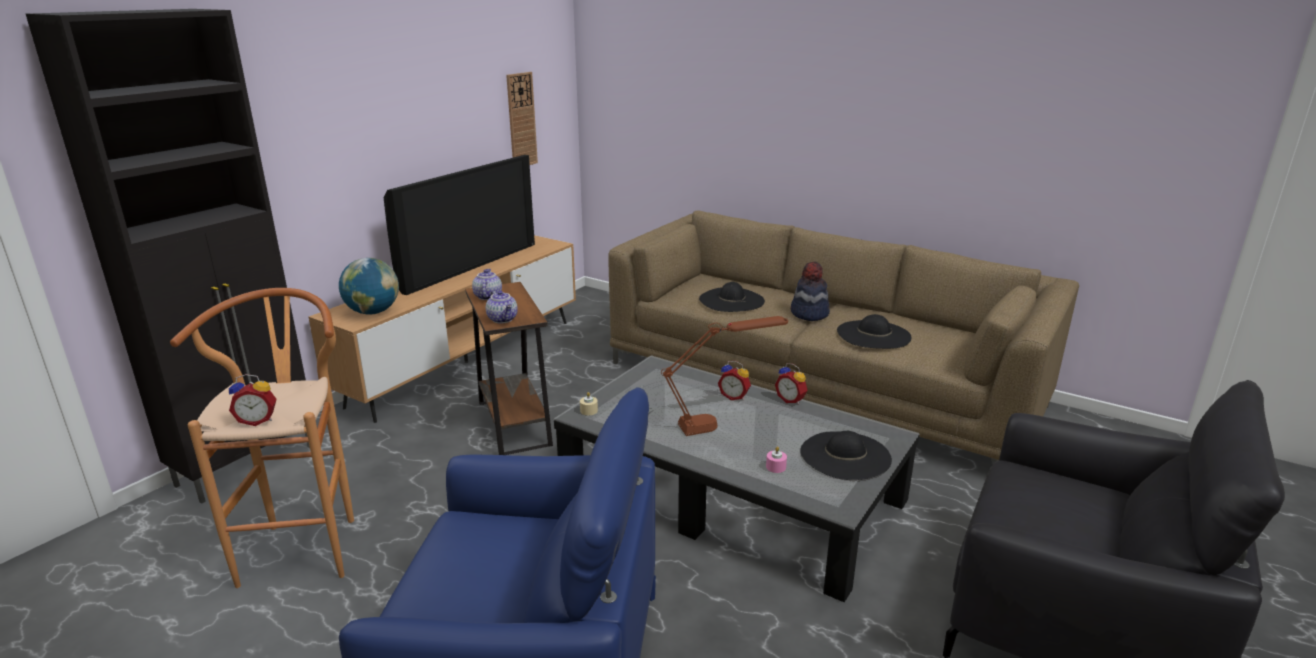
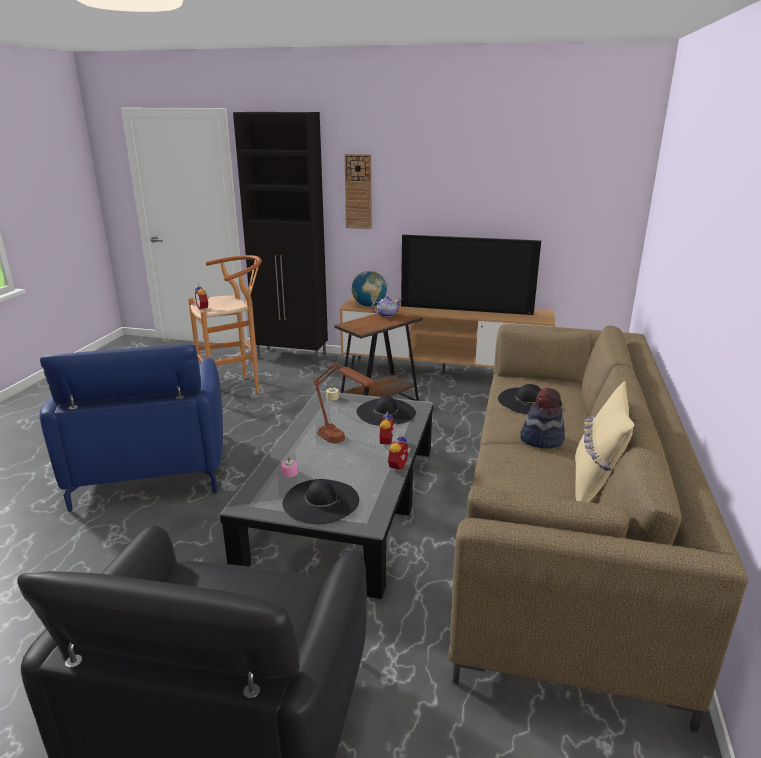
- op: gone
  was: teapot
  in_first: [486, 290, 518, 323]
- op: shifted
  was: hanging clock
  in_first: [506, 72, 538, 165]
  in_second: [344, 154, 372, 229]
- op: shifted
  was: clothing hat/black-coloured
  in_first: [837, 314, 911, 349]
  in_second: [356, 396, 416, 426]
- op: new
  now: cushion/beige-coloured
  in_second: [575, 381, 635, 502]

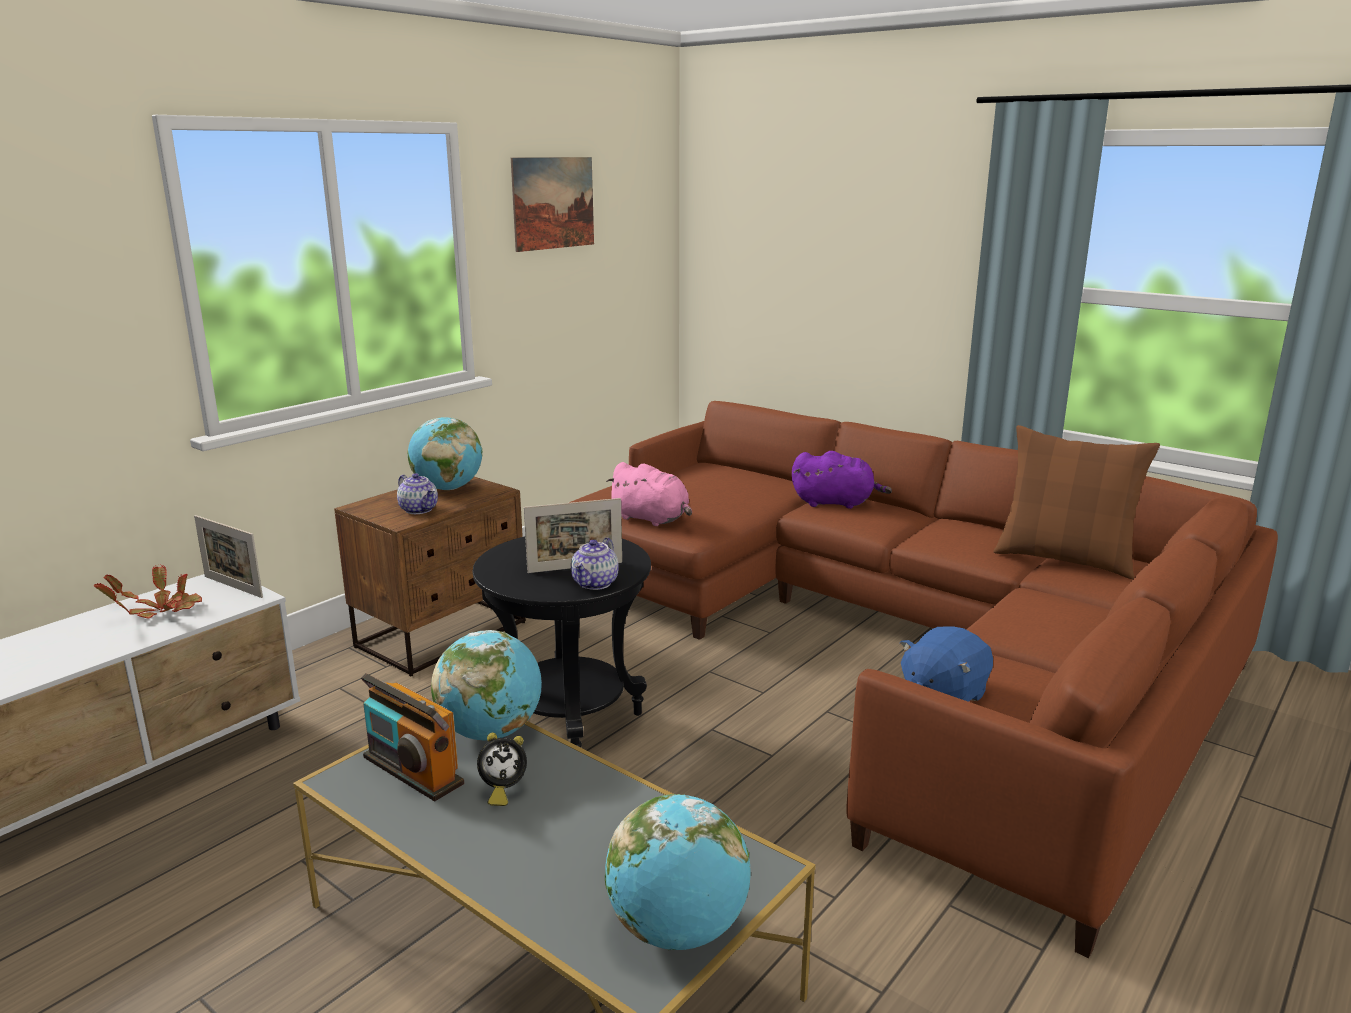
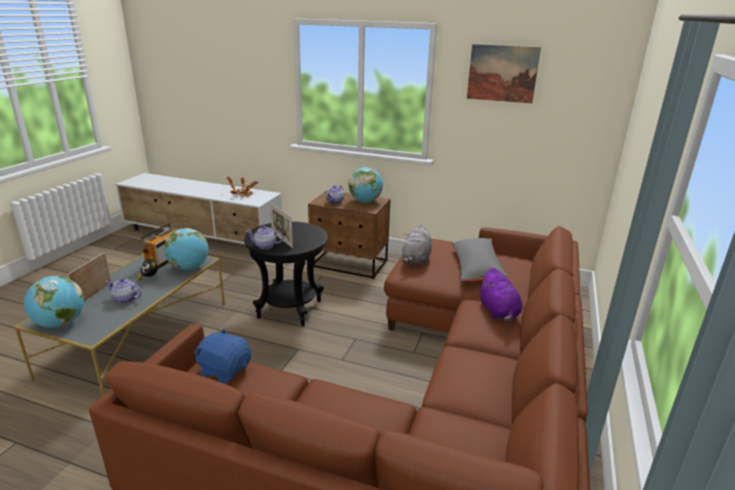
- op: shifted
  was: photo frame
  in_first: [194, 515, 263, 598]
  in_second: [68, 252, 111, 301]
- op: repainted
  was: soft toy/pink
  now: soft toy/greyish
  in_first: [606, 462, 692, 526]
  in_second: [401, 224, 432, 265]
- op: gone
  was: cushion/brown-coloured
  in_first: [993, 425, 1160, 579]
- op: new
  now: teapot
  in_second: [106, 278, 142, 304]
- op: new
  now: cushion/greyish
  in_second: [451, 238, 508, 281]

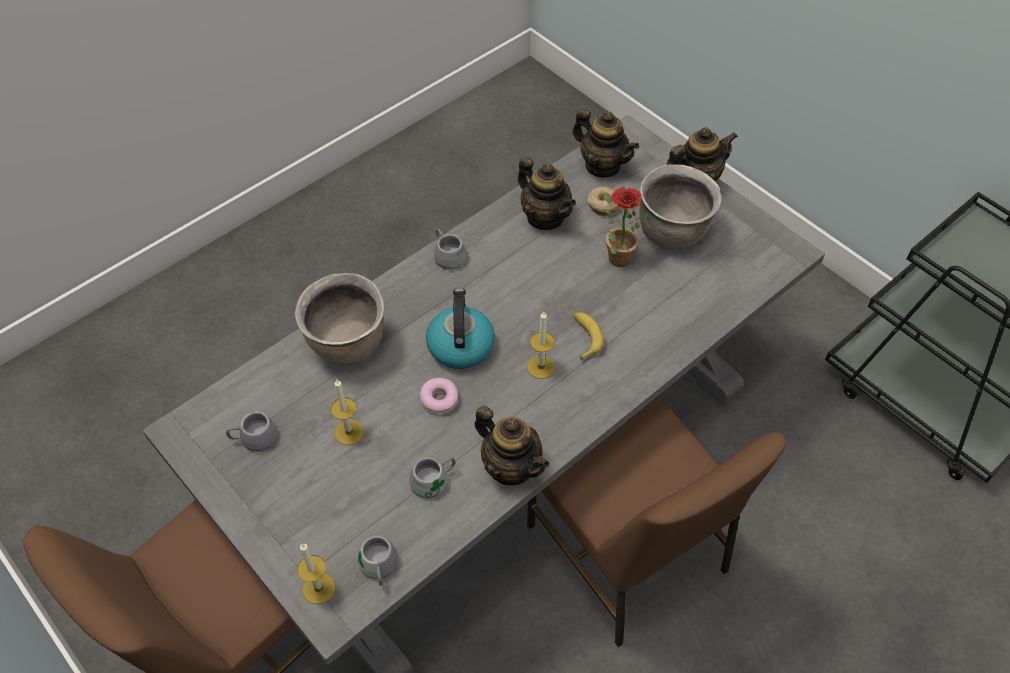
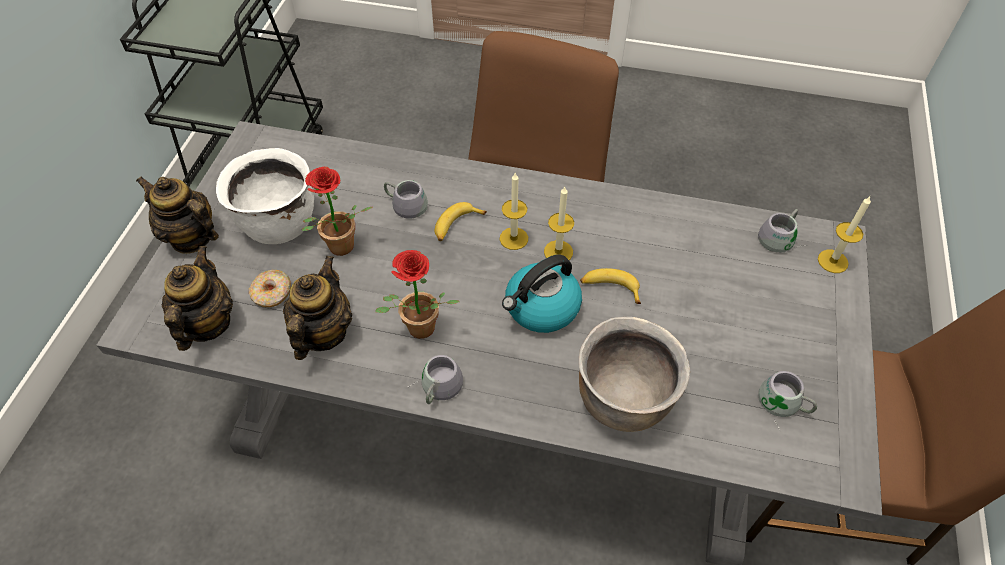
- op: shifted
  was: wax candle
  in_first: [331, 380, 364, 445]
  in_second: [544, 187, 574, 260]
- op: shifted
  was: mug/greyish
  in_first: [409, 457, 456, 499]
  in_second: [384, 180, 428, 219]
- op: swapped
  was: donut
  now: banana fruit
  in_first: [420, 378, 458, 414]
  in_second: [580, 268, 641, 304]
- op: gone
  was: teapot
  in_first: [474, 405, 549, 485]
- op: repainted
  was: stockpot/brown-coloured
  now: stockpot/white-coloured
  in_first: [639, 164, 722, 249]
  in_second: [216, 148, 314, 244]
- op: new
  now: potted plant
  in_second: [376, 250, 460, 339]

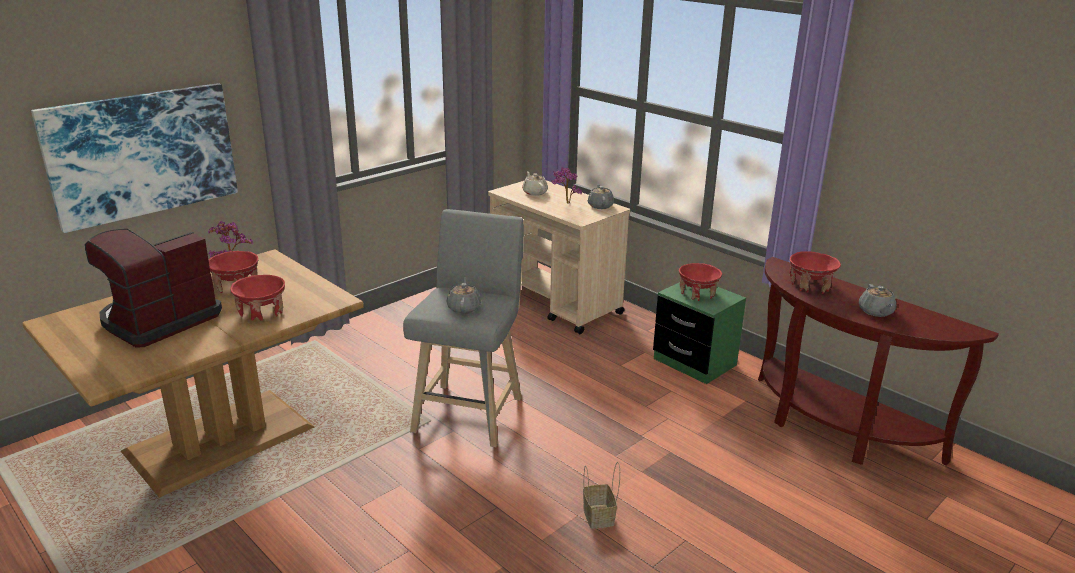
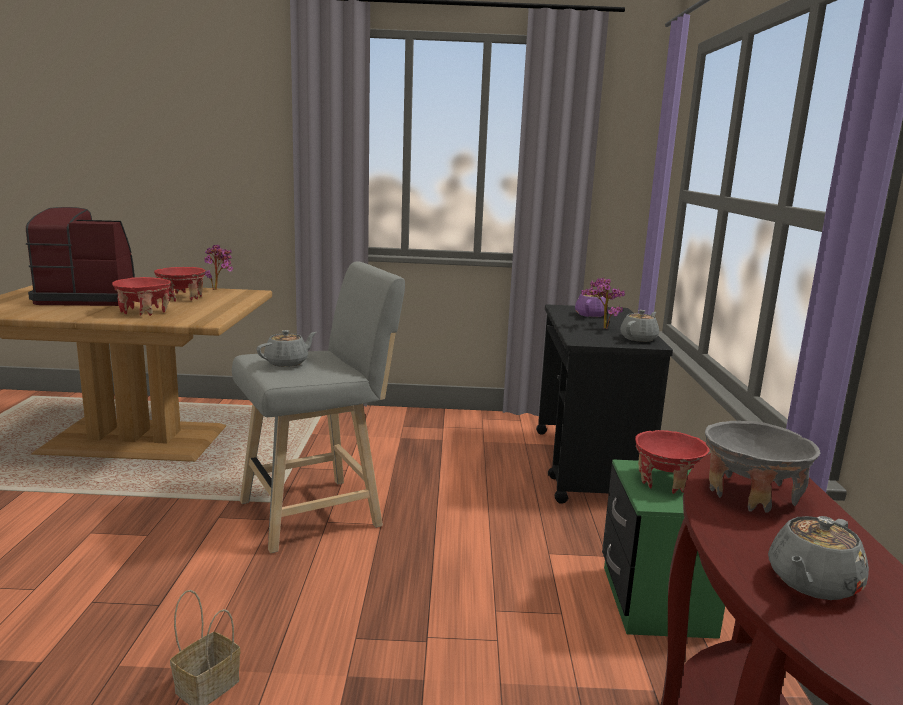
- op: gone
  was: wall art
  in_first: [31, 83, 238, 233]
- op: repainted
  was: trolley/beige-coloured
  now: trolley/black-coloured
  in_first: [488, 180, 630, 334]
  in_second: [536, 304, 673, 504]
- op: repainted
  was: teapot/beige-coloured
  now: teapot/purple-coloured
  in_first: [522, 172, 548, 196]
  in_second: [575, 294, 608, 317]
- op: repainted
  was: serving bowl/red
  now: serving bowl/greyish
  in_first: [790, 251, 841, 294]
  in_second: [705, 421, 820, 513]

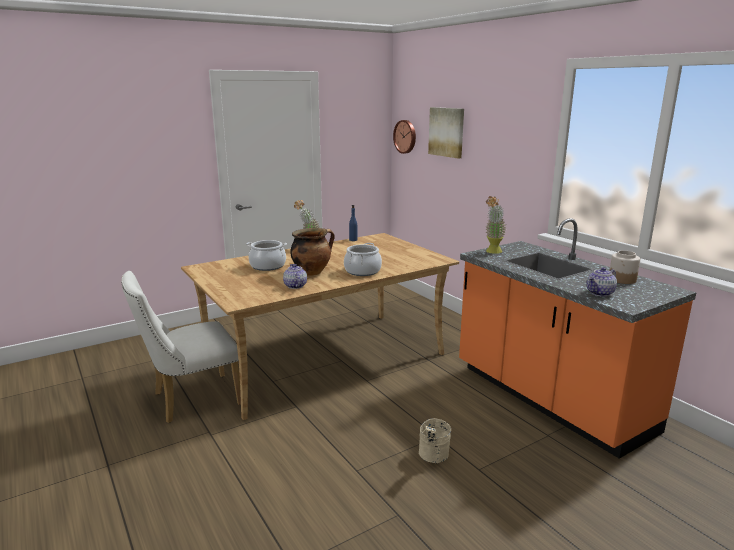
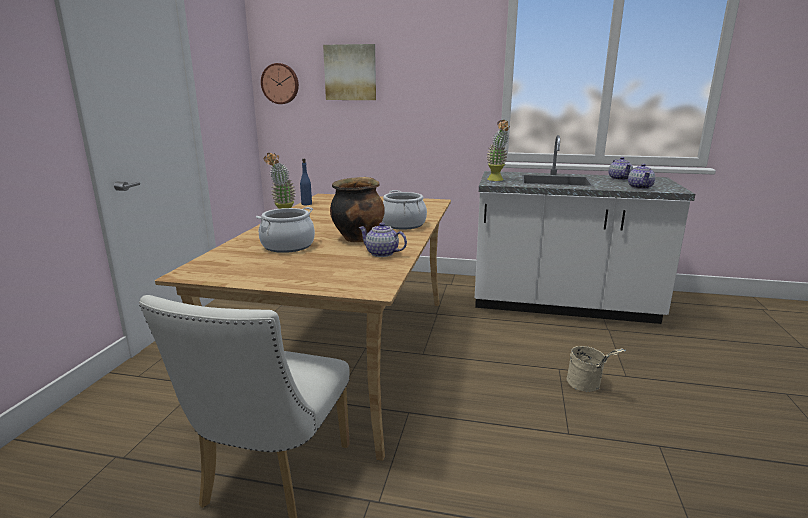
- op: repainted
  was: kitchen counter/orangey
  now: kitchen counter/white-coloured
  in_first: [459, 218, 696, 459]
  in_second: [475, 135, 695, 324]
- op: swapped
  was: jar
  now: teapot
  in_first: [610, 251, 640, 284]
  in_second: [609, 157, 633, 180]

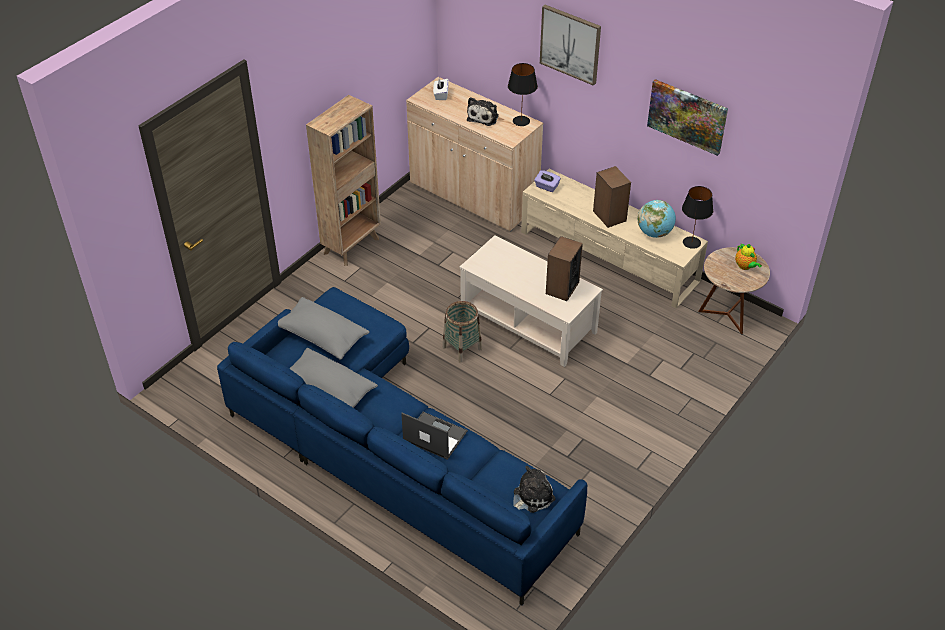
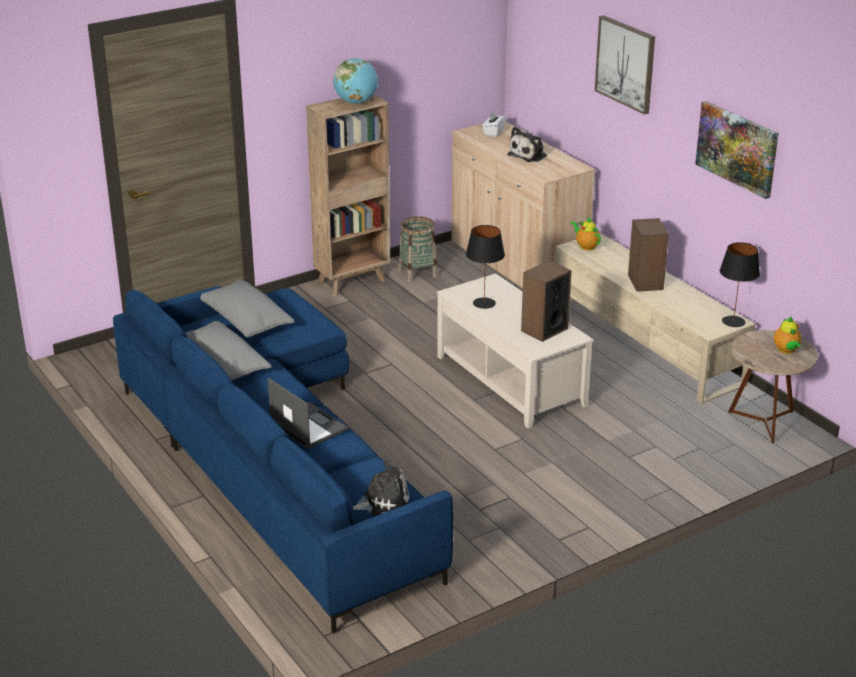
- op: shifted
  was: basket
  in_first: [442, 301, 482, 363]
  in_second: [398, 216, 437, 282]
- op: shifted
  was: lamp for a table/black-coloured
  in_first: [508, 63, 538, 126]
  in_second: [466, 225, 505, 309]
- op: swapped
  was: tissue box/purple-coloured
  now: teapot
  in_first: [534, 170, 561, 192]
  in_second: [570, 217, 601, 251]
- op: shifted
  was: globe
  in_first: [638, 200, 676, 238]
  in_second: [333, 58, 378, 104]

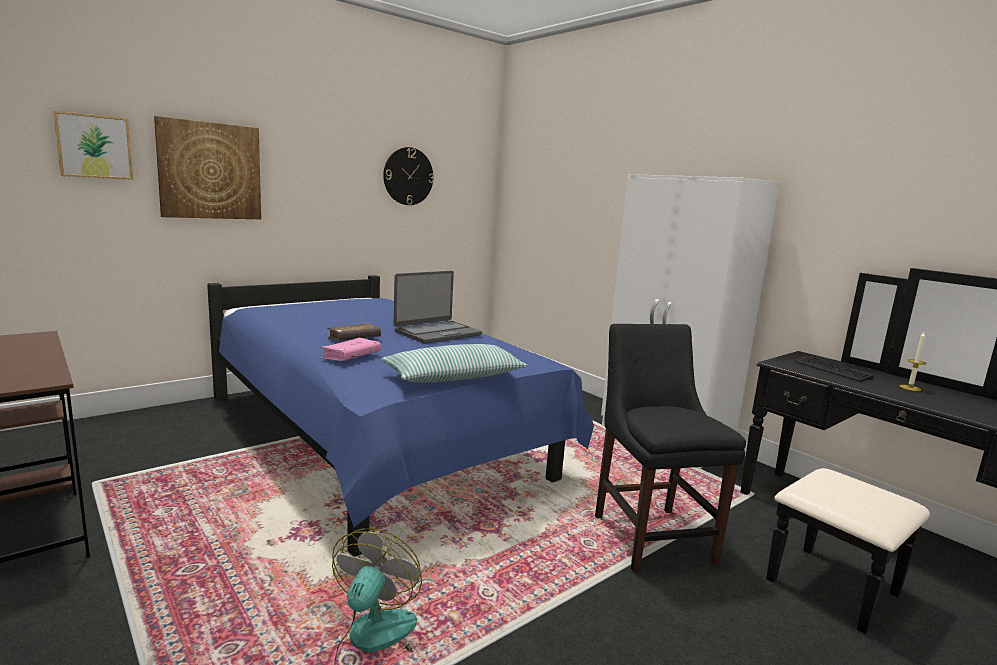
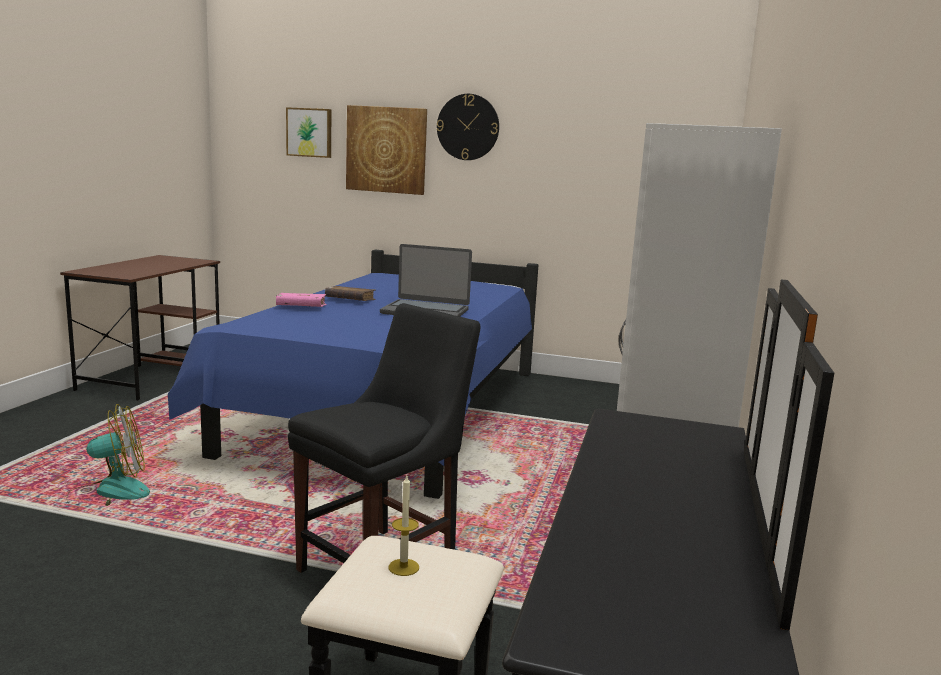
- op: gone
  was: cushion
  in_first: [381, 344, 528, 383]
- op: shifted
  was: hanging clock
  in_first: [383, 147, 434, 205]
  in_second: [437, 94, 499, 160]
- op: gone
  was: keyboard
  in_first: [794, 356, 874, 381]
- op: shifted
  was: wax candle
  in_first: [900, 332, 926, 391]
  in_second: [389, 476, 419, 576]

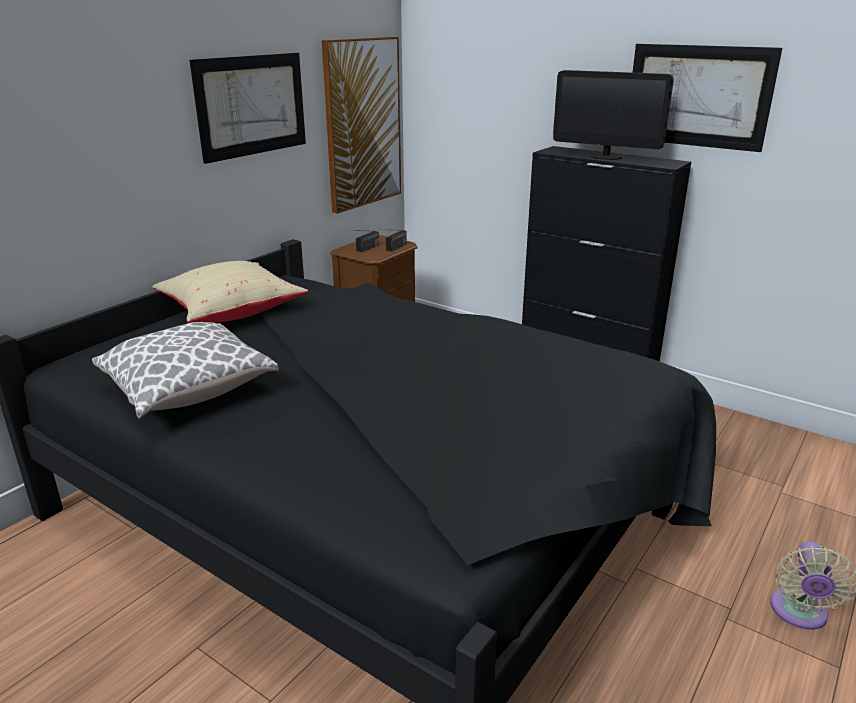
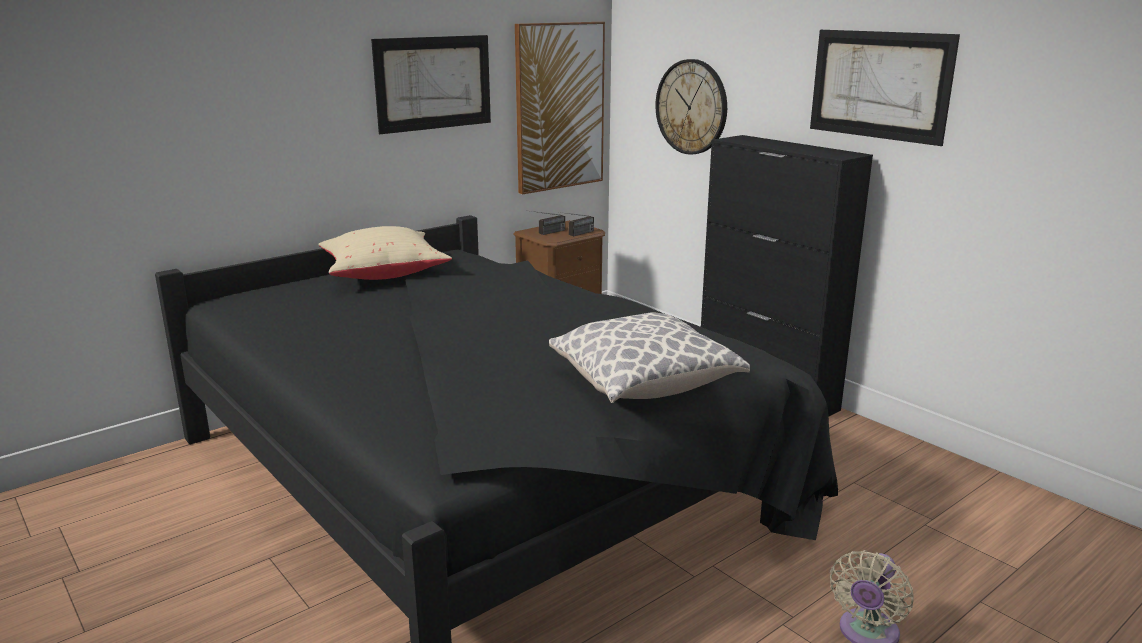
- op: shifted
  was: cushion
  in_first: [92, 322, 279, 419]
  in_second: [549, 312, 750, 403]
- op: gone
  was: monitor
  in_first: [553, 70, 674, 160]
- op: new
  now: hanging clock
  in_second: [655, 59, 727, 155]

